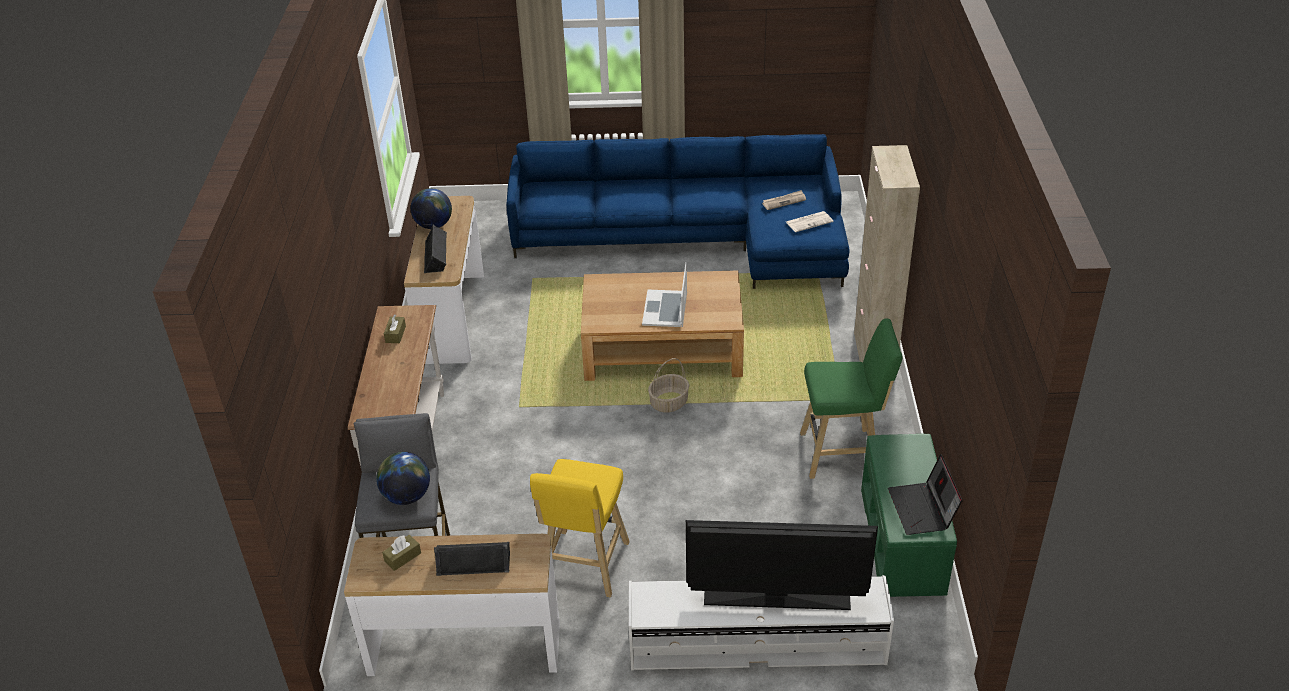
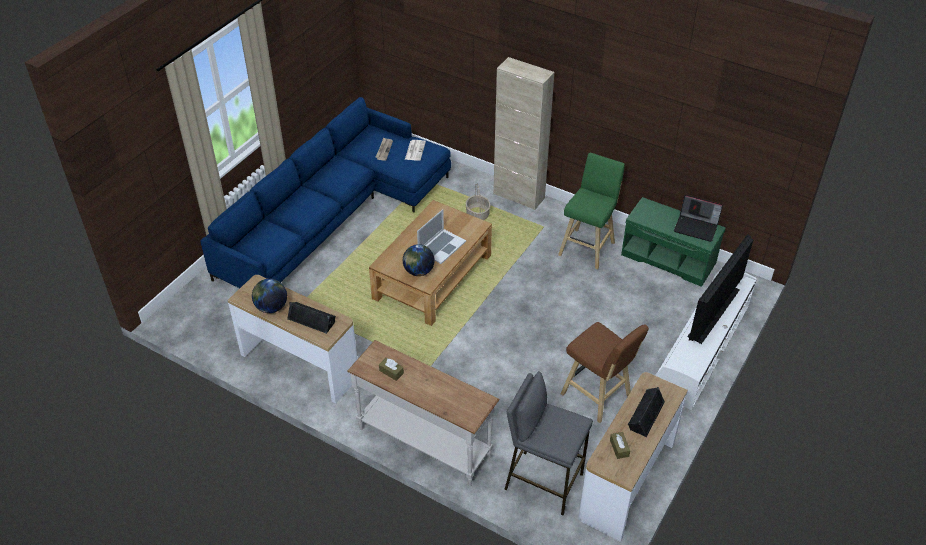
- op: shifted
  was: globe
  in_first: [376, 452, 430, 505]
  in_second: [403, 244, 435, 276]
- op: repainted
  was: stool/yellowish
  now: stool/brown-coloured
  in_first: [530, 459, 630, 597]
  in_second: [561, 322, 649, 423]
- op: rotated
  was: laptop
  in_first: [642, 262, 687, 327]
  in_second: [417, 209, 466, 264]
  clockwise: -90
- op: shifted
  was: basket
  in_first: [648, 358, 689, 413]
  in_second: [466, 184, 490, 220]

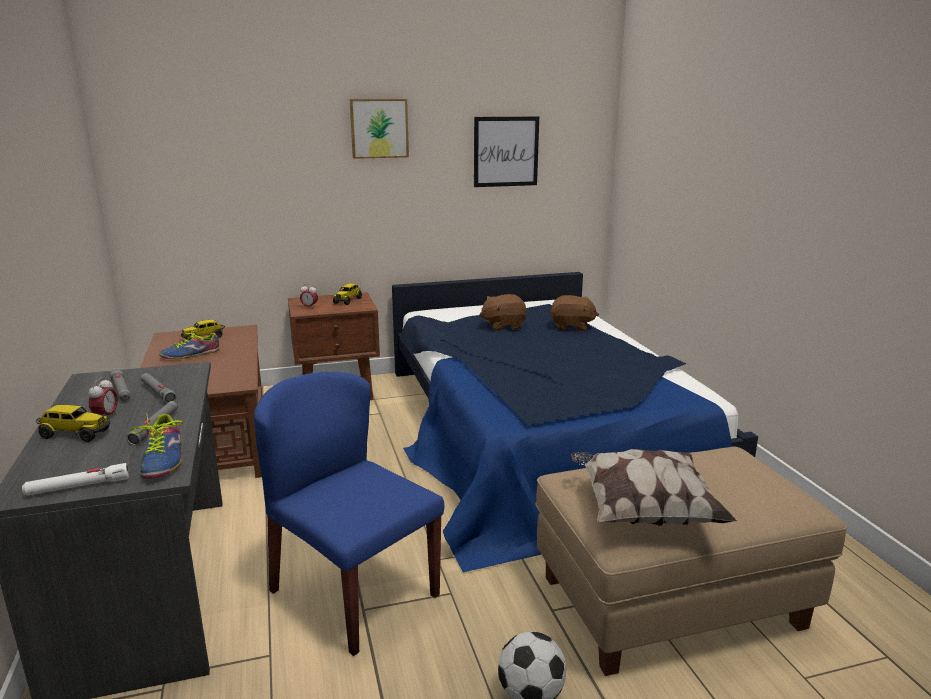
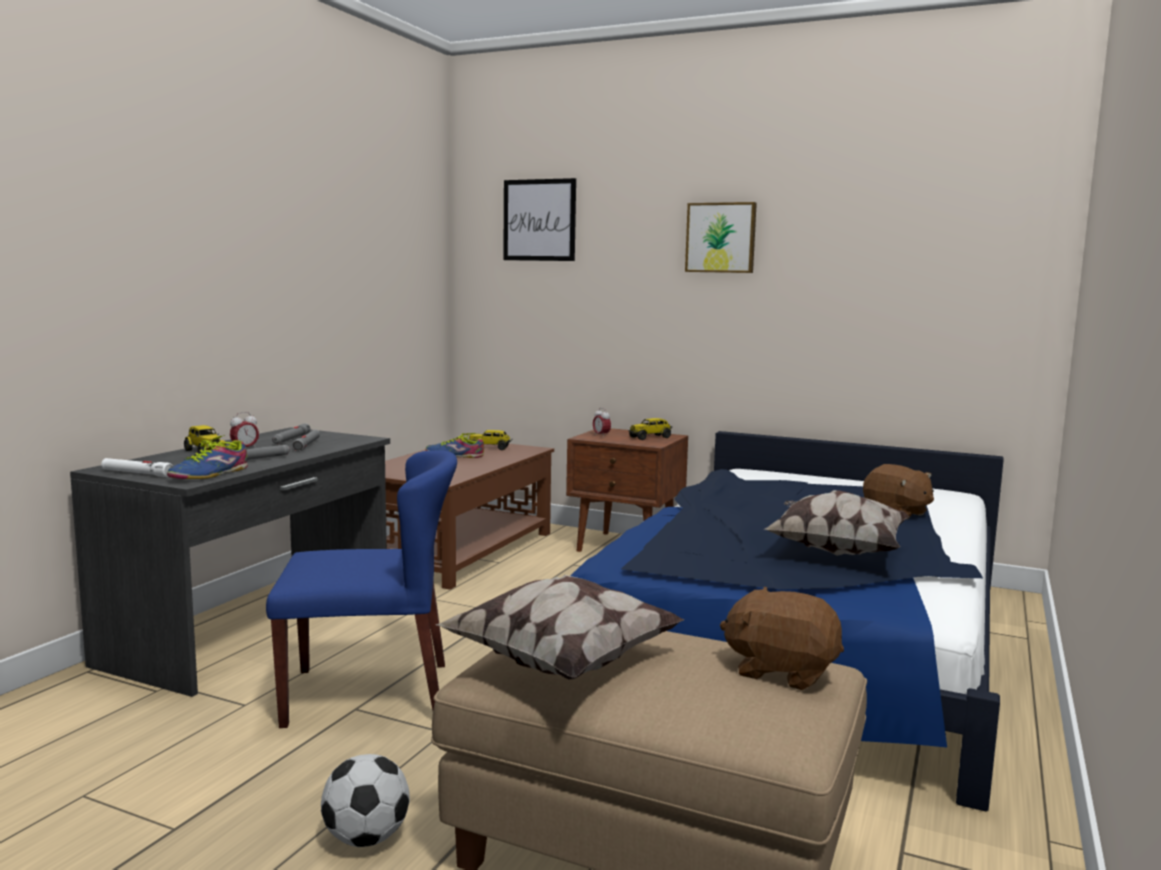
- op: rotated
  was: upright chair/bluish
  in_first: [254, 372, 444, 656]
  in_second: [266, 451, 457, 728]
  clockwise: 90
- op: shifted
  was: wall art
  in_first: [474, 116, 539, 187]
  in_second: [503, 178, 576, 261]
- op: shifted
  was: soft toy/brown-coloured
  in_first: [479, 294, 527, 331]
  in_second: [720, 587, 844, 690]
- op: new
  now: cushion
  in_second: [763, 490, 909, 556]

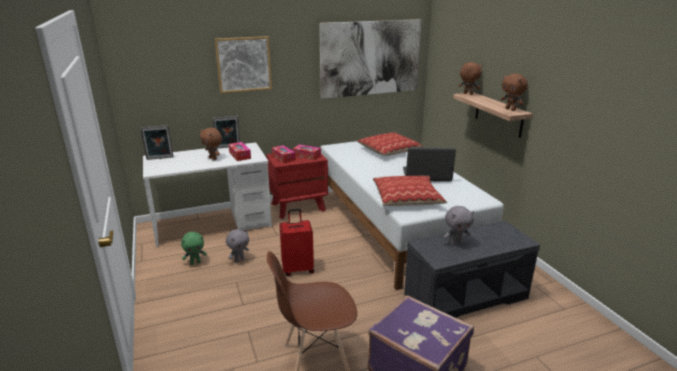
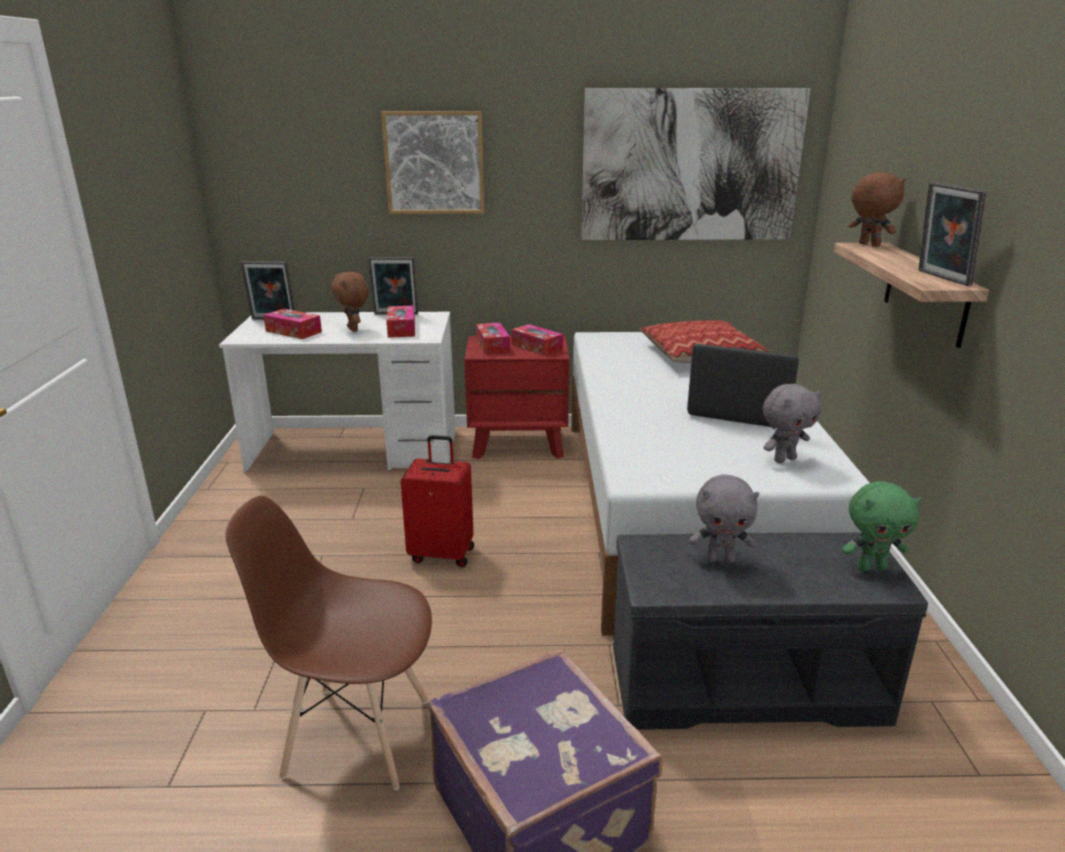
- op: shifted
  was: soft toy/green
  in_first: [181, 232, 207, 265]
  in_second: [842, 481, 922, 571]
- op: shifted
  was: soft toy/greyish
  in_first: [226, 229, 249, 263]
  in_second: [763, 384, 821, 463]
- op: gone
  was: cushion
  in_first: [373, 176, 447, 206]
- op: swapped
  was: soft toy/brown-coloured
  now: photo frame
  in_first: [501, 74, 528, 111]
  in_second: [918, 182, 986, 286]
- op: new
  now: tissue box
  in_second: [263, 308, 322, 339]

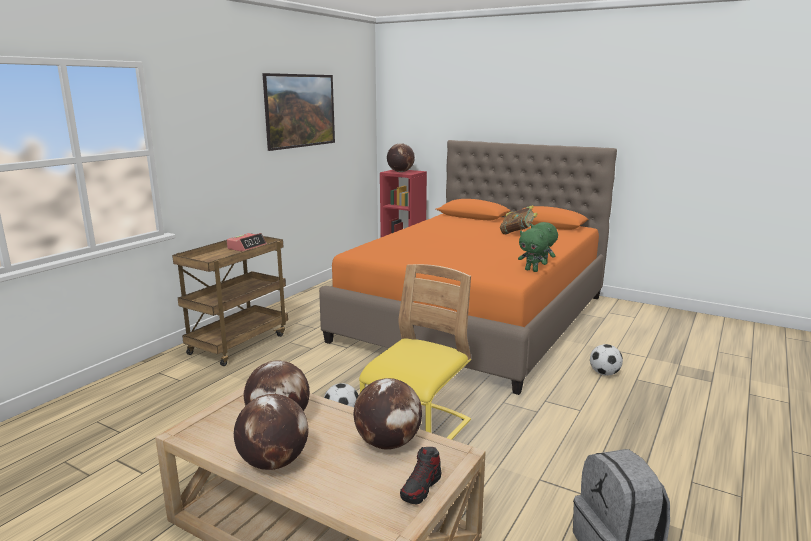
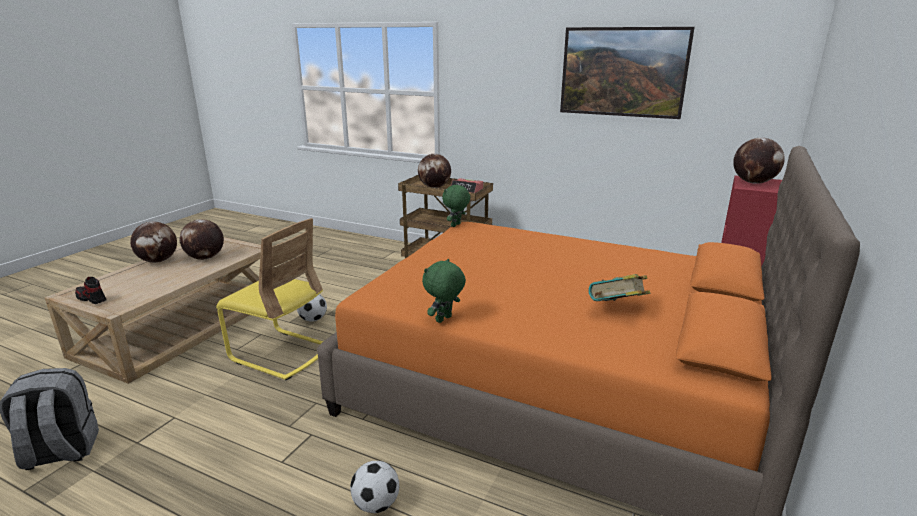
- op: shifted
  was: globe
  in_first: [354, 378, 422, 450]
  in_second: [418, 154, 451, 188]
- op: shifted
  was: soft toy/green
  in_first: [518, 228, 549, 272]
  in_second: [442, 184, 470, 227]

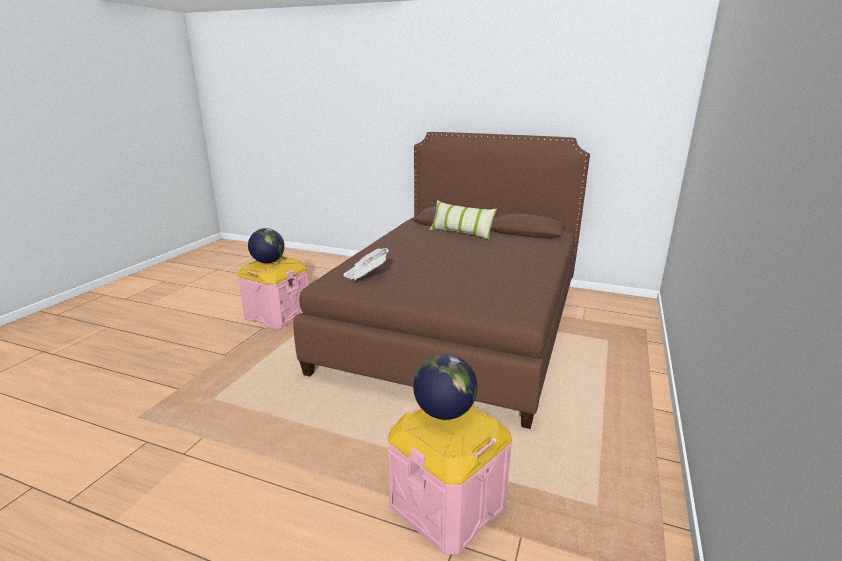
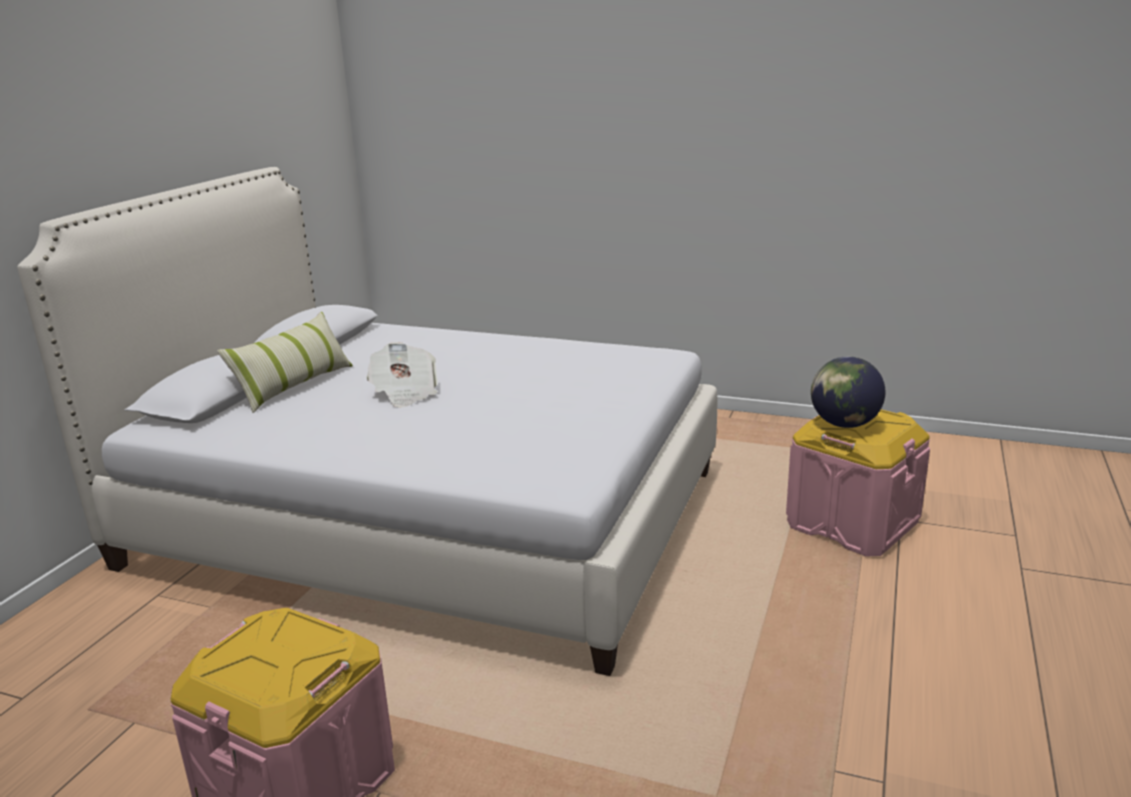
- op: gone
  was: globe
  in_first: [248, 228, 285, 263]
- op: repainted
  was: bed/brown-coloured
  now: bed/white-coloured
  in_first: [293, 132, 590, 429]
  in_second: [17, 167, 717, 676]
- op: shifted
  was: newspaper
  in_first: [343, 248, 389, 280]
  in_second: [367, 342, 438, 408]

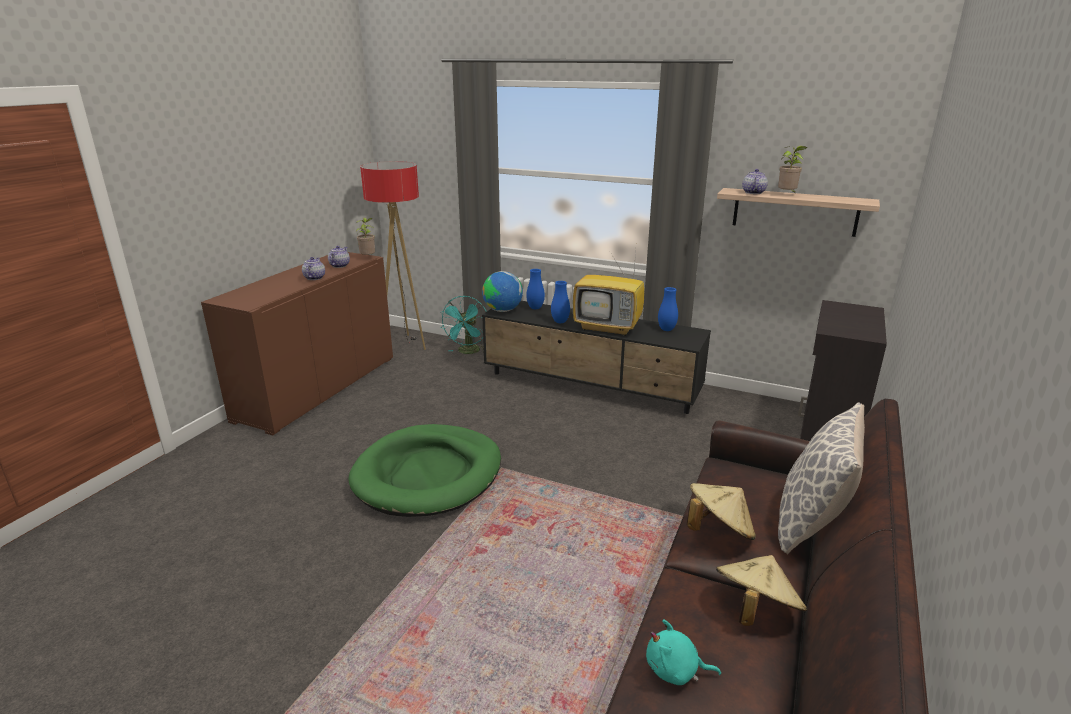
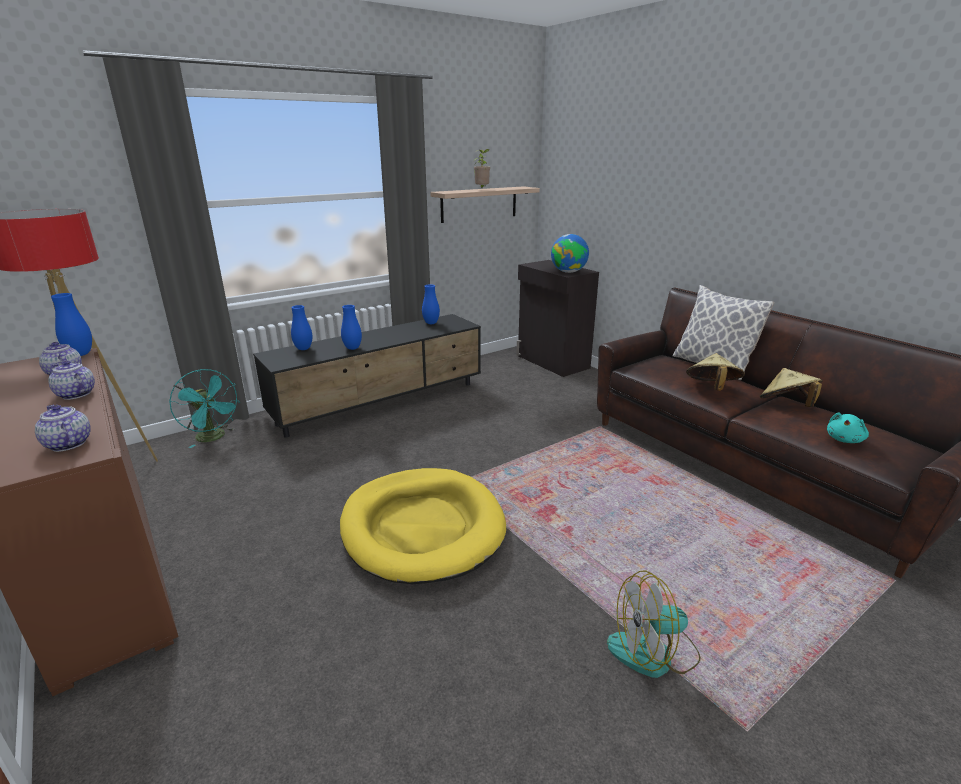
- op: repainted
  was: pet bed/green
  now: pet bed/yellowish
  in_first: [348, 424, 501, 517]
  in_second: [340, 468, 506, 584]
- op: swapped
  was: potted plant
  now: decorative vase/bluish
  in_first: [356, 218, 375, 255]
  in_second: [51, 293, 92, 356]
- op: shifted
  was: globe
  in_first: [482, 271, 523, 312]
  in_second: [551, 234, 589, 273]
- op: gone
  was: TV
  in_first: [573, 252, 645, 336]
- op: shifted
  was: teapot
  in_first: [742, 169, 768, 194]
  in_second: [35, 405, 91, 452]
- op: new
  now: cooling fan
  in_second: [607, 571, 700, 678]

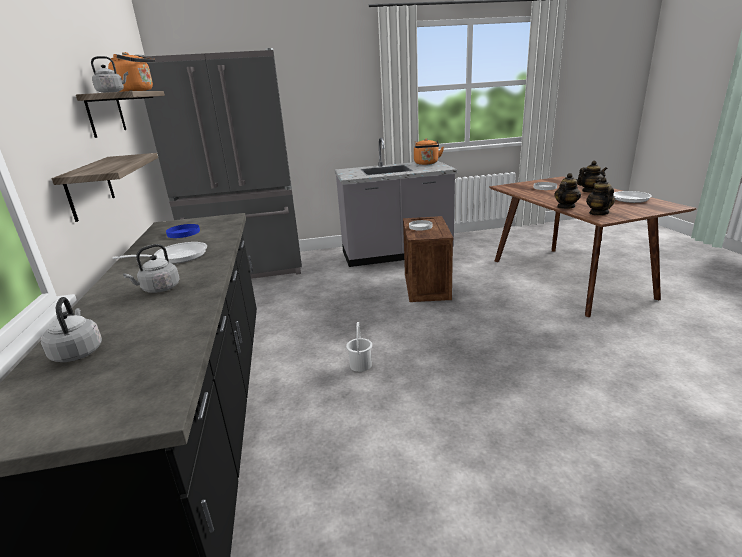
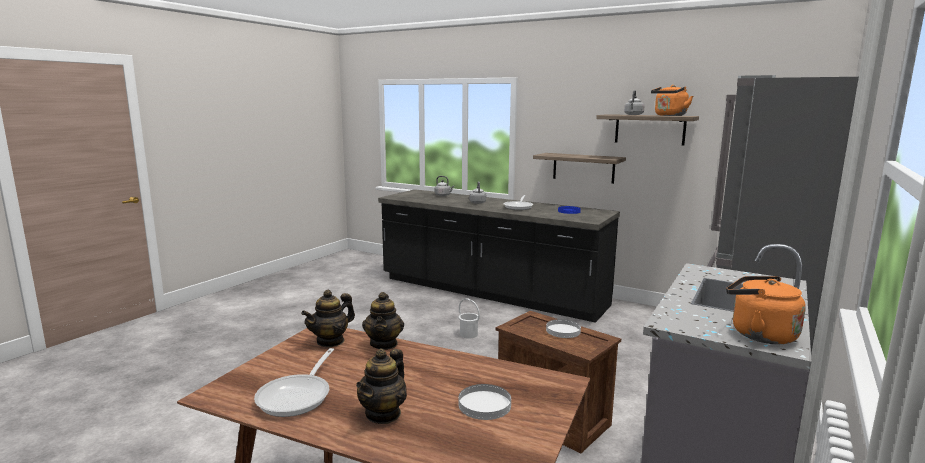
- op: rotated
  was: teapot
  in_first: [586, 177, 615, 215]
  in_second: [301, 290, 355, 348]
  clockwise: 90

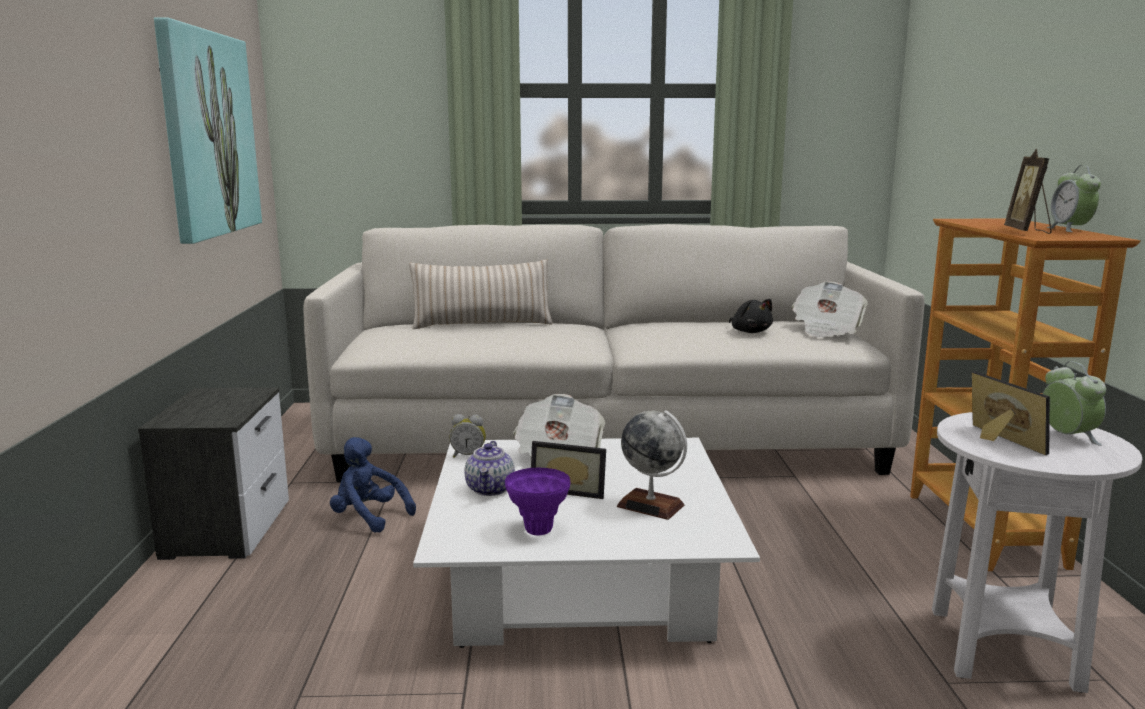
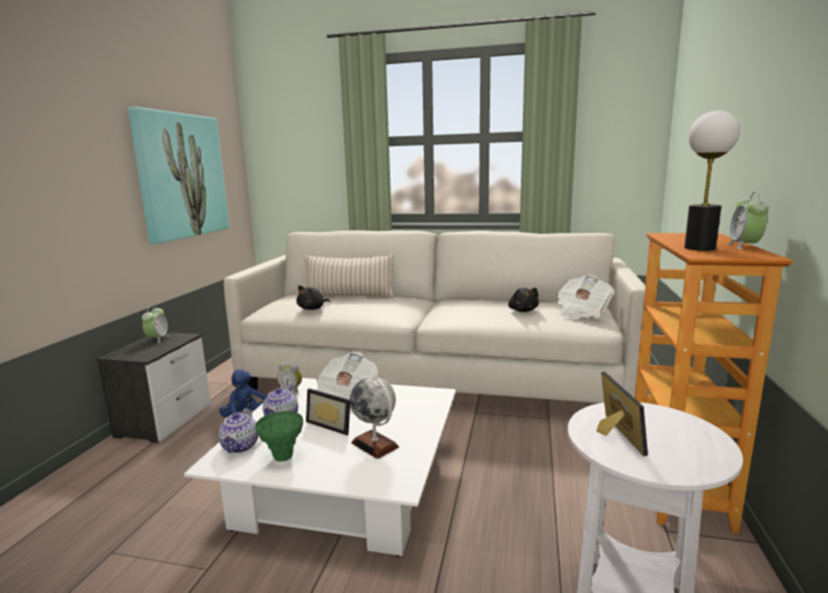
- op: repainted
  was: decorative vase/purple-coloured
  now: decorative vase/green
  in_first: [505, 468, 570, 536]
  in_second: [255, 411, 303, 462]
- op: swapped
  was: photo frame
  now: lamp for a table
  in_first: [1004, 149, 1051, 234]
  in_second: [684, 110, 740, 251]
- op: shifted
  was: bedside clock
  in_first: [1043, 361, 1106, 446]
  in_second: [142, 306, 170, 344]
- op: new
  now: teapot
  in_second: [218, 408, 258, 453]
- op: new
  now: soft toy/black-coloured
  in_second: [296, 286, 331, 310]

